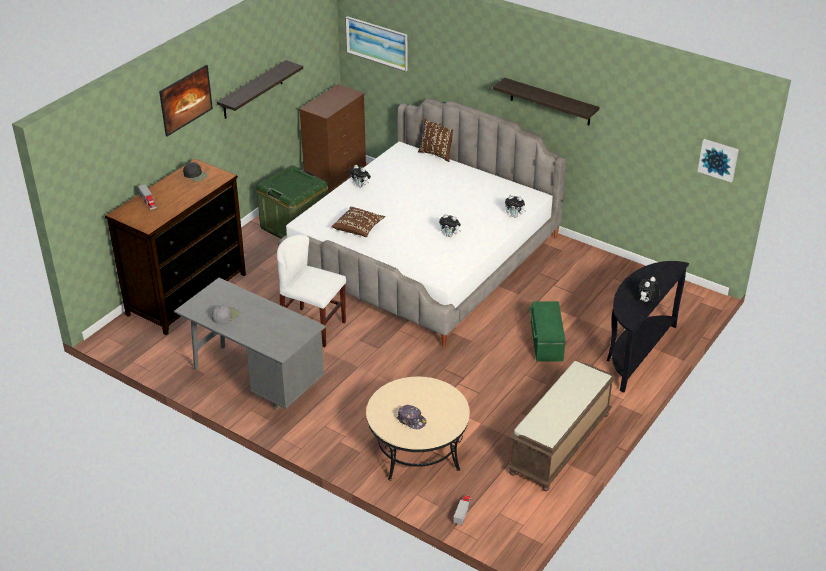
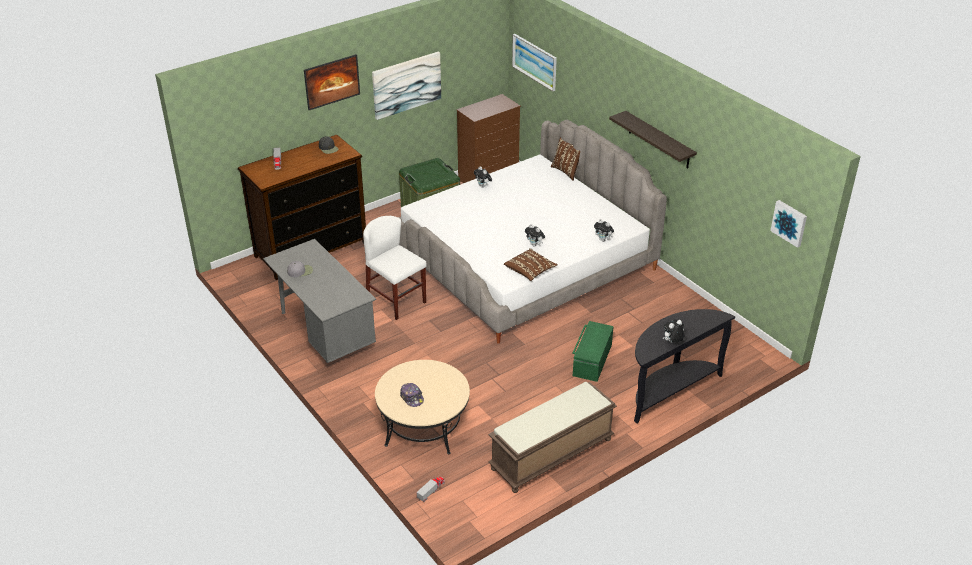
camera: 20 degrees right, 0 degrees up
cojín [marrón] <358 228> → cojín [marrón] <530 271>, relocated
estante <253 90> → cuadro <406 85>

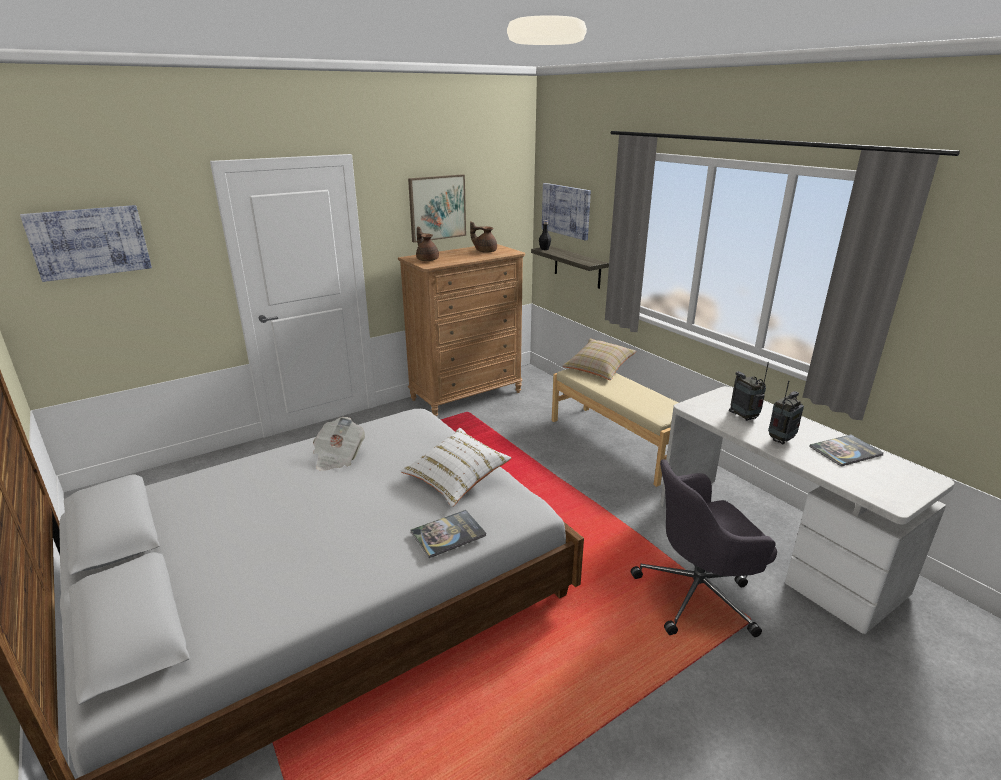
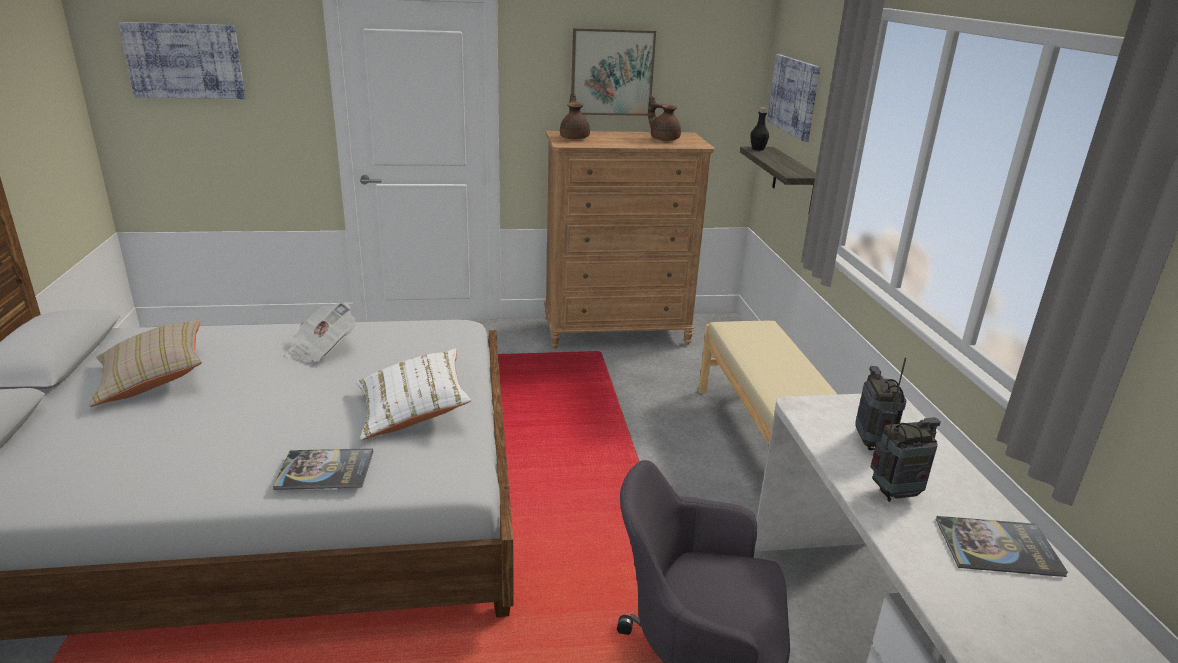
camera: 25 degrees right, 0 degrees up
cojín [beis] <598 369> → cojín [beis] <153 379>, relocated

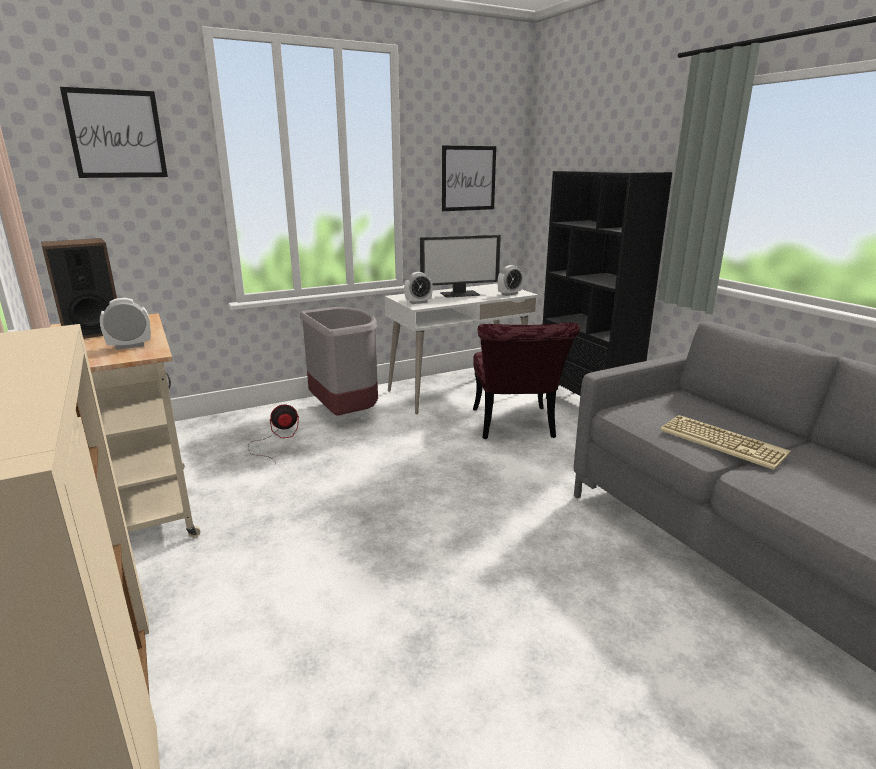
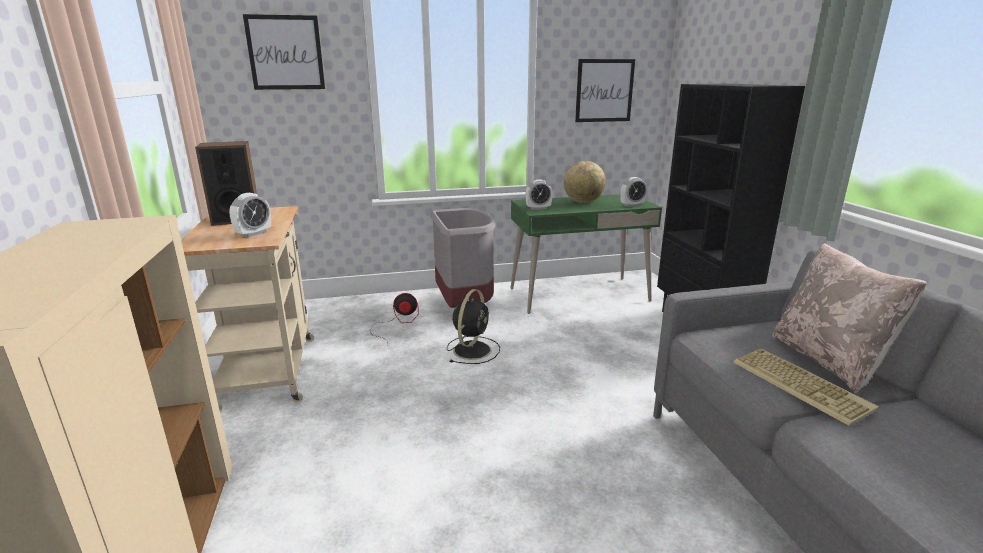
camera: 15 degrees right, 0 degrees up
silla [rojo] <515 427> → -
- → ventilador [negro] <473 349>
- → cojín [beis] <828 361>
monitor <460 294> → globo terráqueo <583 202>
escritorio [blanco] <460 390> → escritorio [verde] <578 295>
despertador <130 346> → despertador <254 233>, 135 degrees clockwise

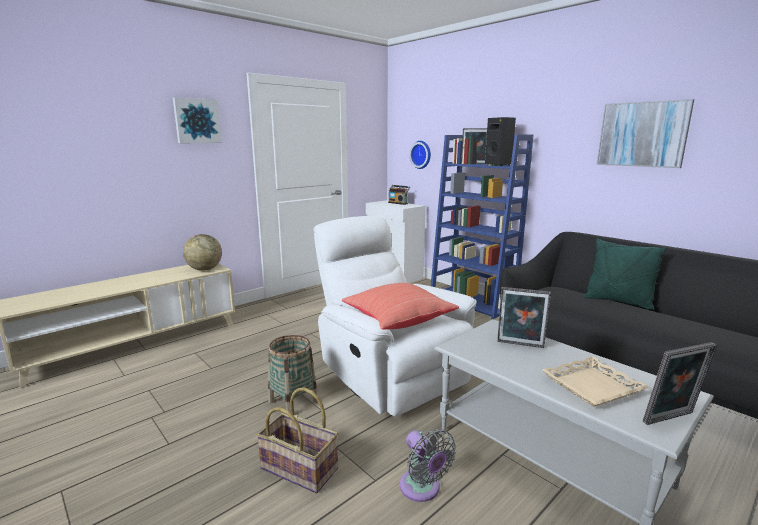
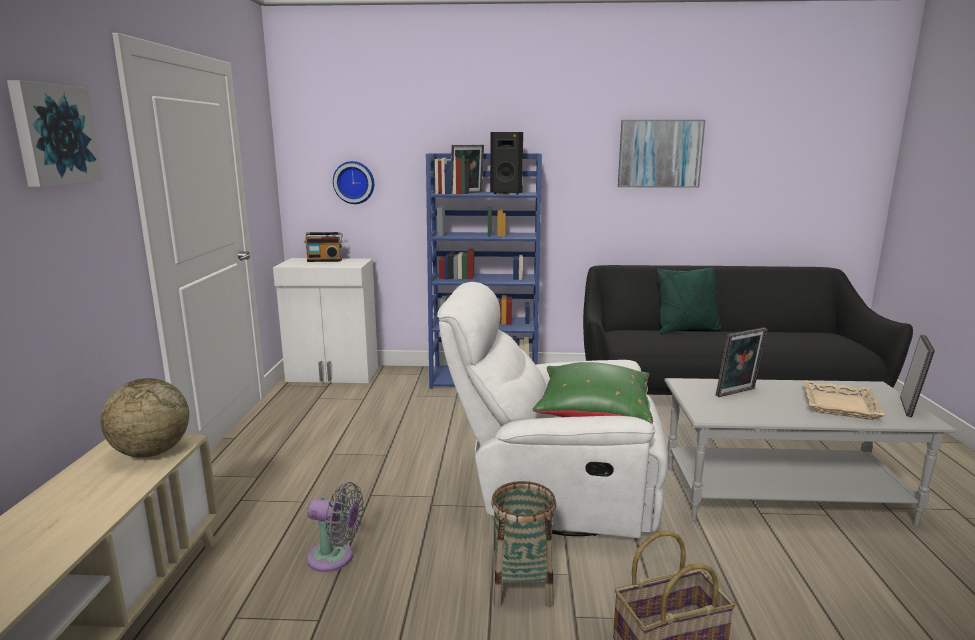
camera: 45 degrees left, 0 degrees up
ventilador [gris] <422 489> → ventilador [gris] <335 558>, relocated
cojín [rojo] <397 320> → cojín [verde] <593 414>

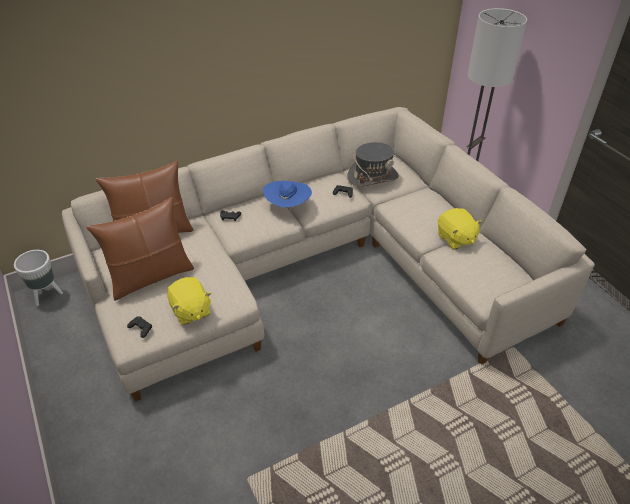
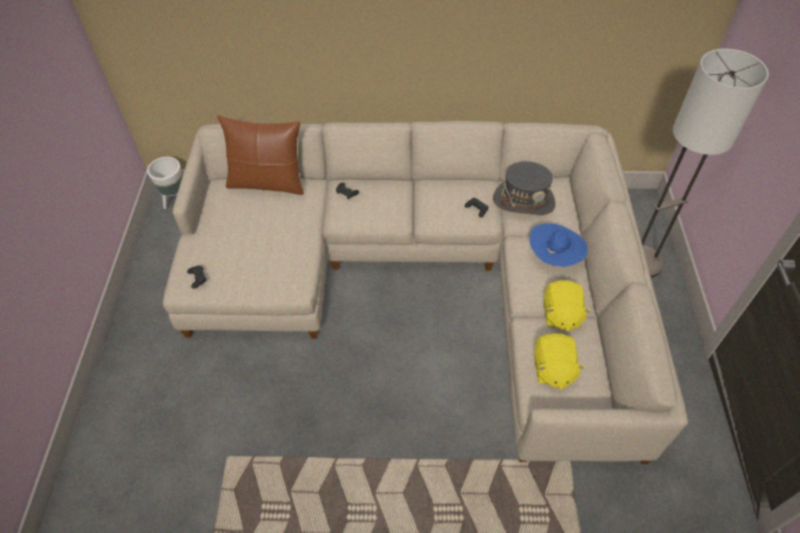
camera: 30 degrees right, 10 degrees up
cojín [marrón] <151 277> → -
peluche [amarillo] <190 311> → peluche [amarillo] <552 369>, relocated
sombrero [azul] <288 207> → sombrero [azul] <554 258>, relocated

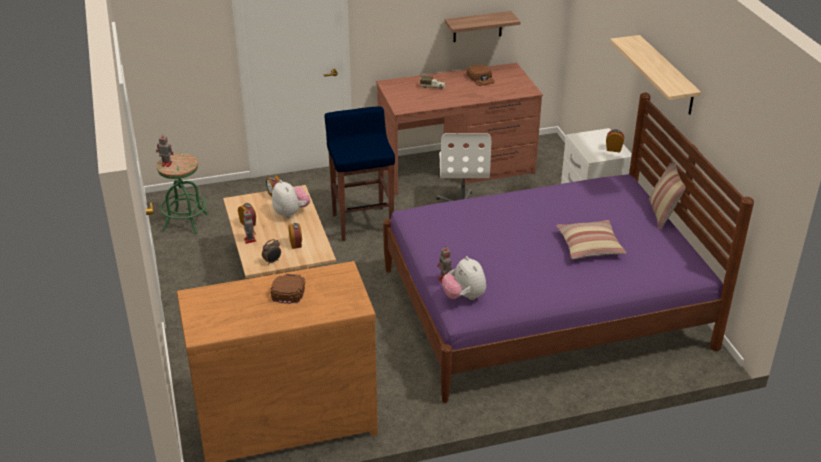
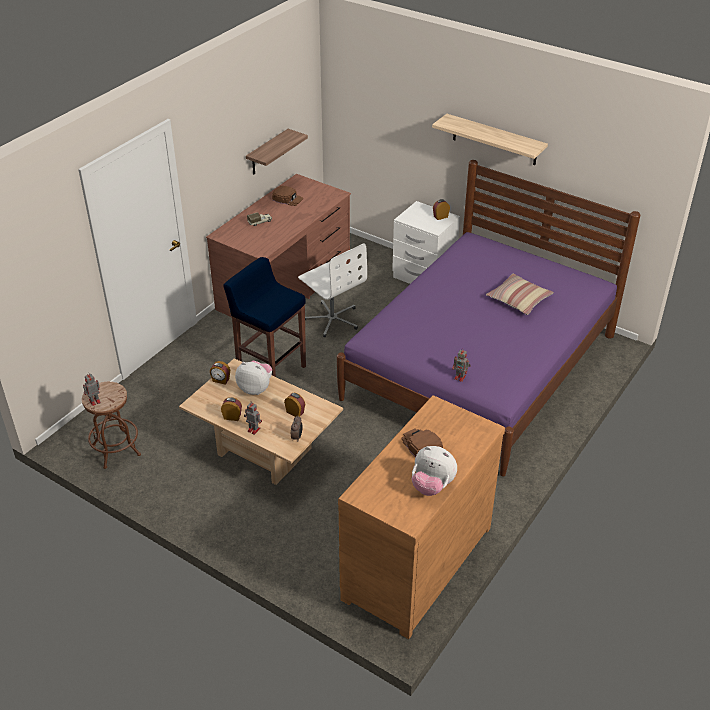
camera: 40 degrees left, 5 degrees up
cojín <662 214> → -
peluche <464 296> → peluche <432 486>, relocated
taburete [verde] <186 222> → taburete [marrón] <116 450>

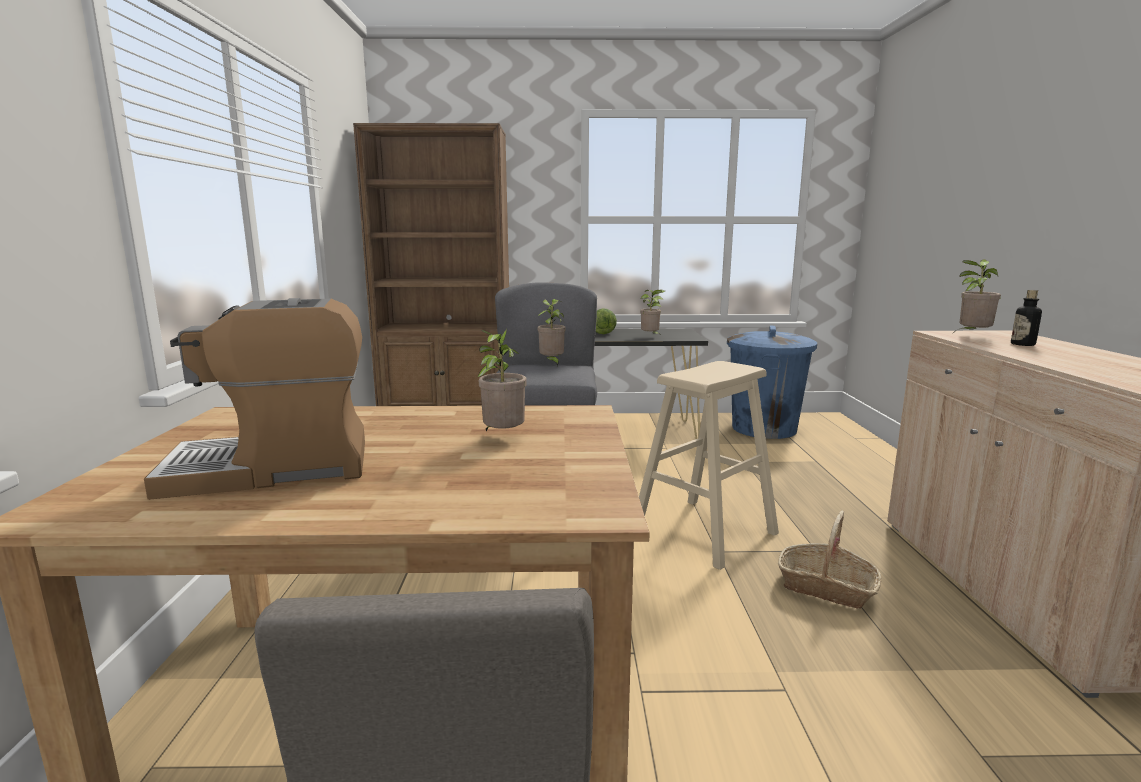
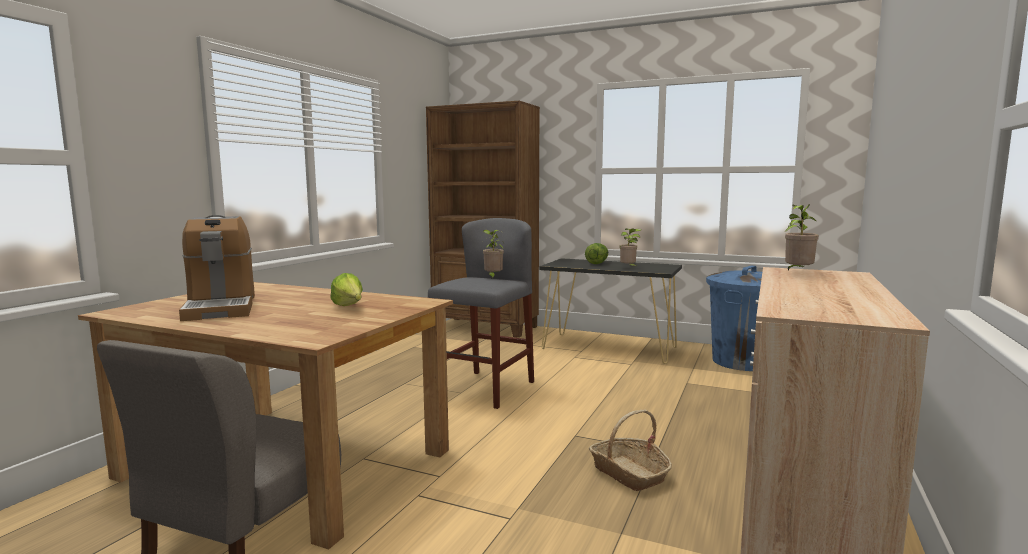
camera: 25 degrees right, 5 degrees down
taburete [beis] <704 531> → -
botella <1022 344> → -
planta en maceta <502 437> → lechuga <349 307>
cafetera <274 468> → cafetera <221 307>, 120 degrees counterclockwise

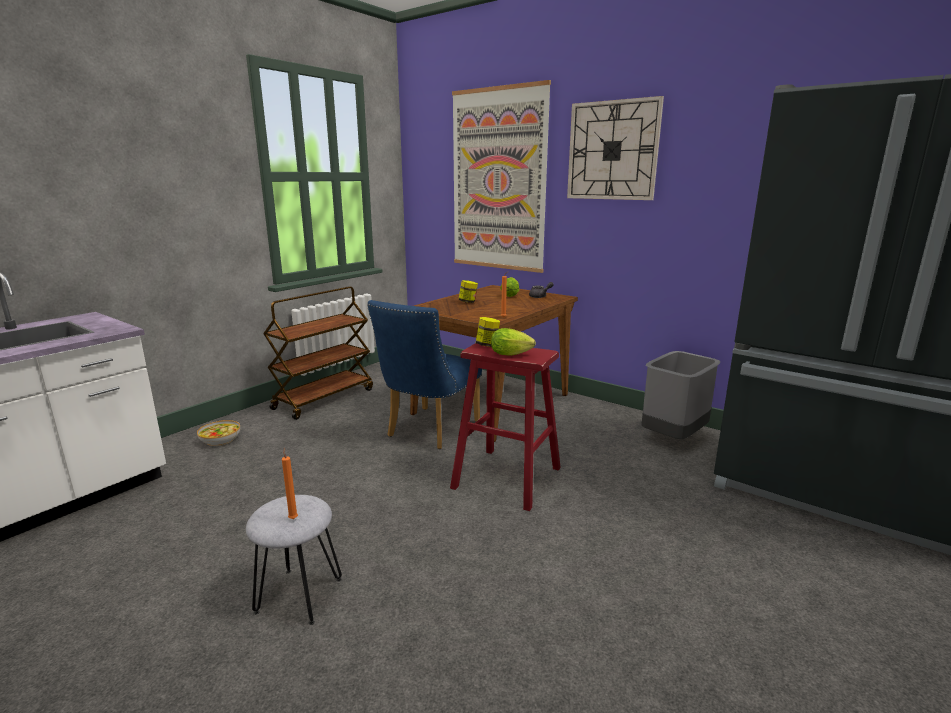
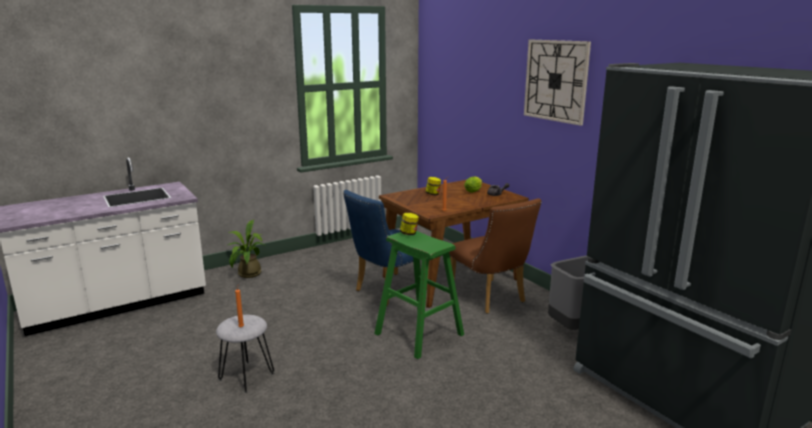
camera: 20 degrees right, 0 degrees up
carrito [marrón] <324 398> → -
cuadro <498 181> → -
lechuga <513 354> → -
- → silla [marrón] <490 299>
cuenco <220 440> → planta en maceta <247 275>
taburete [rojo] <507 477> → taburete [verde] <419 334>

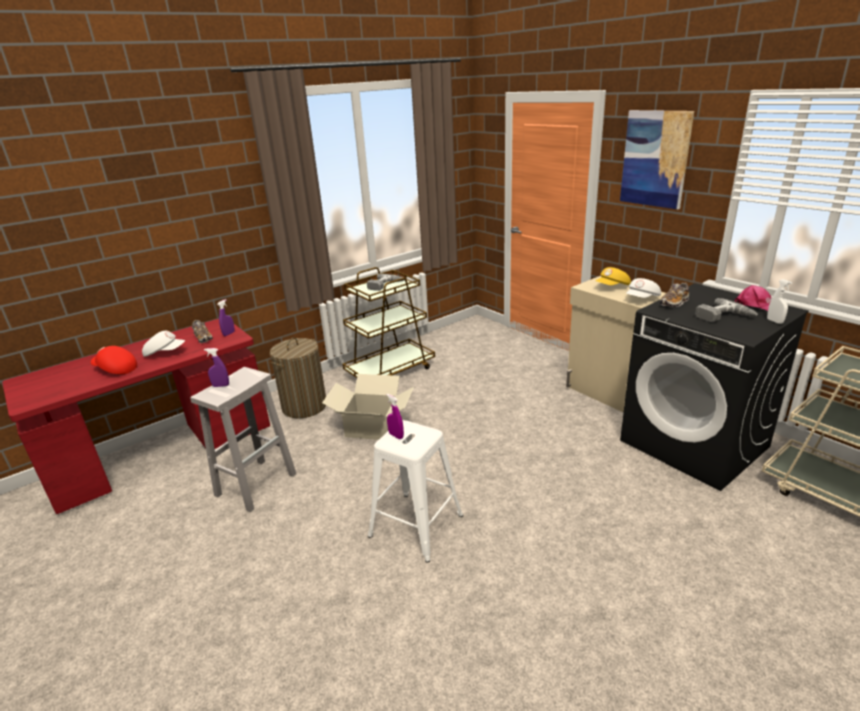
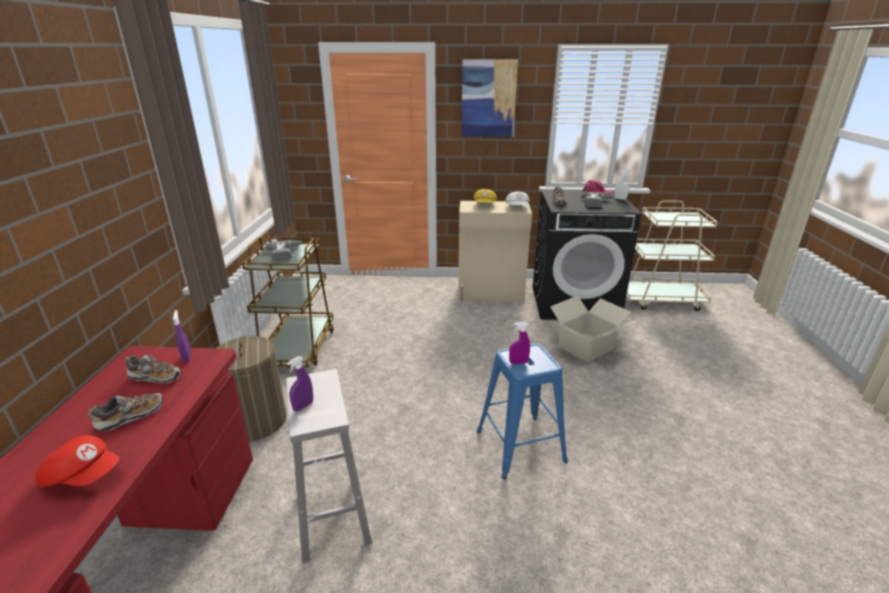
camera: 50 degrees left, 0 degrees up
caja de cartón <372 427> → caja de cartón <586 347>, relocated
gorra [blanco] <165 352> → zapato <130 417>
taburete [blanco] <415 524> → taburete [azul] <519 445>
gorra [rojo] <115 369> → gorra [rojo] <84 475>, 135 degrees counterclockwise

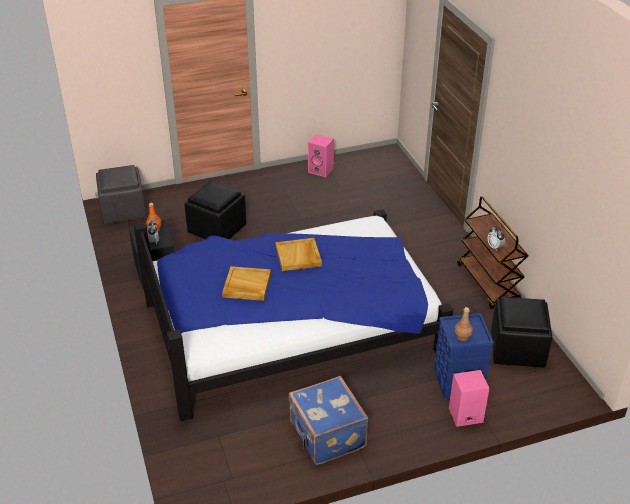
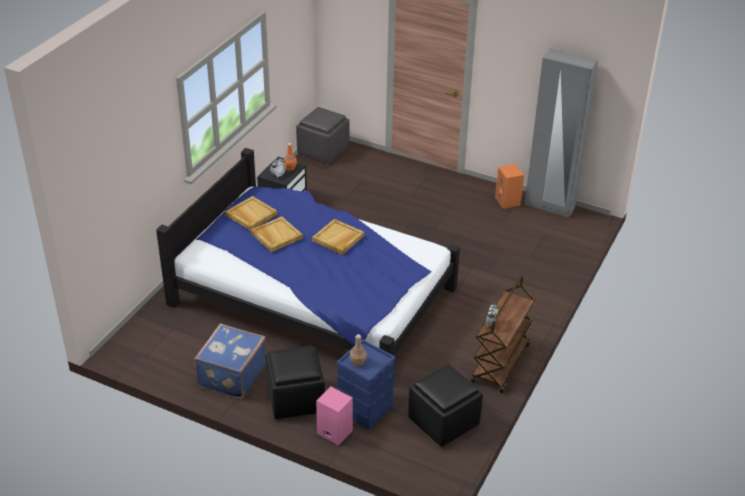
camera: 45 degrees right, 0 degrees up
- → bandeja [beis] <251 215>
- → armario ropero [gris] <549 206>
puf [negro] <216 229> → puf [negro] <295 399>, relocated
altavoz [rosa] <321 170> → altavoz [naranja] <508 201>

